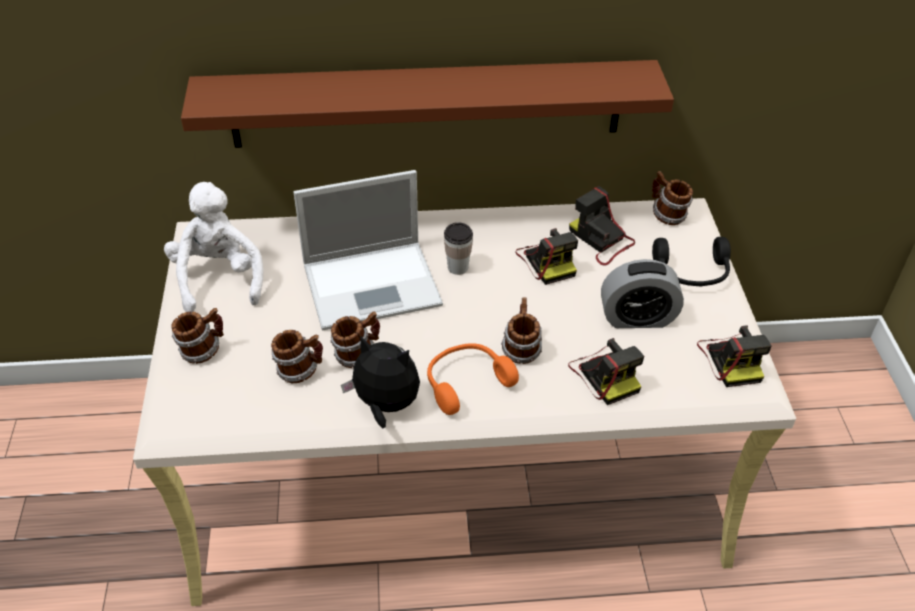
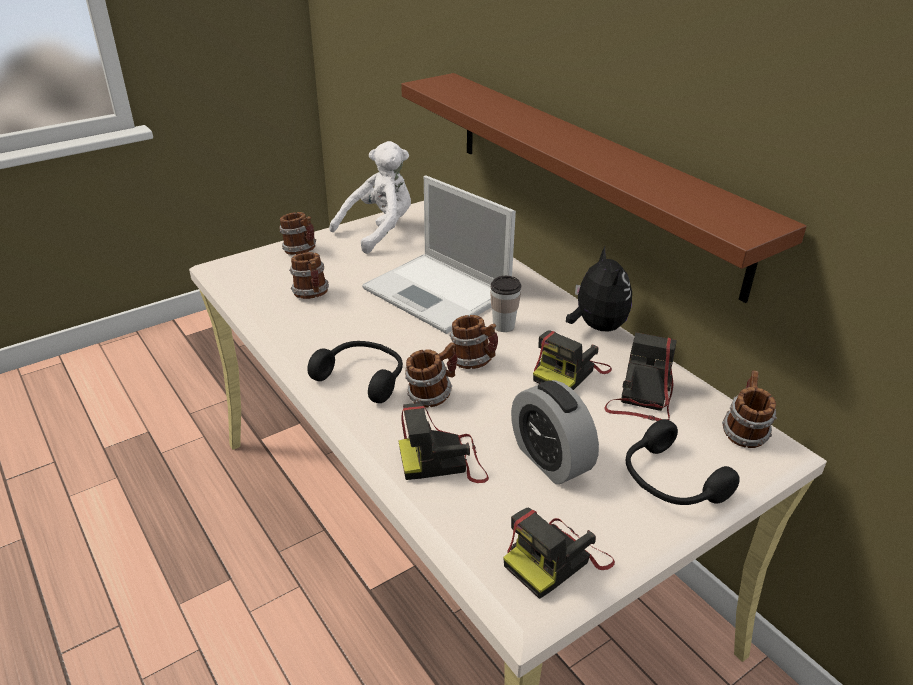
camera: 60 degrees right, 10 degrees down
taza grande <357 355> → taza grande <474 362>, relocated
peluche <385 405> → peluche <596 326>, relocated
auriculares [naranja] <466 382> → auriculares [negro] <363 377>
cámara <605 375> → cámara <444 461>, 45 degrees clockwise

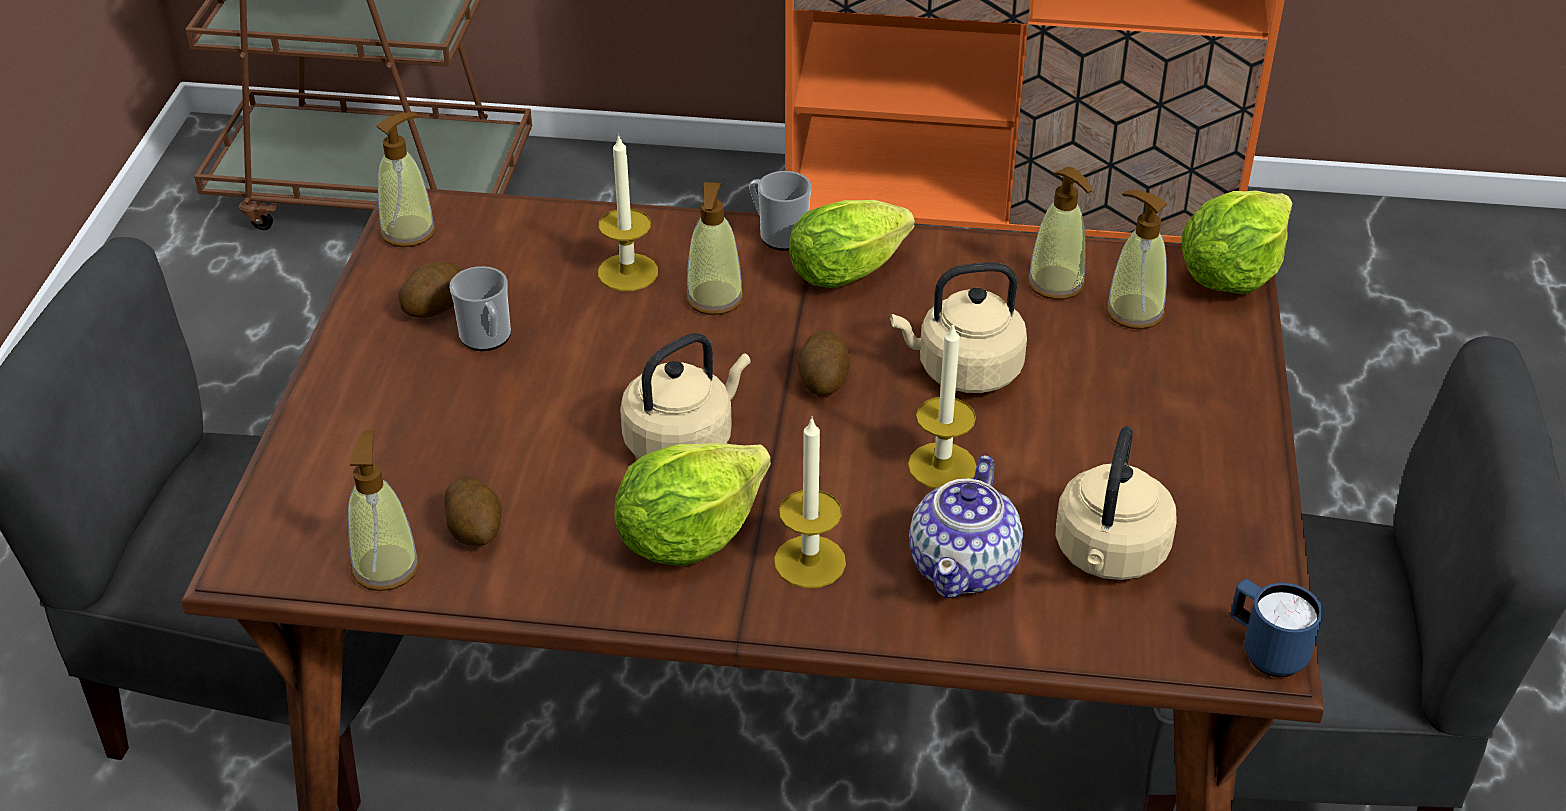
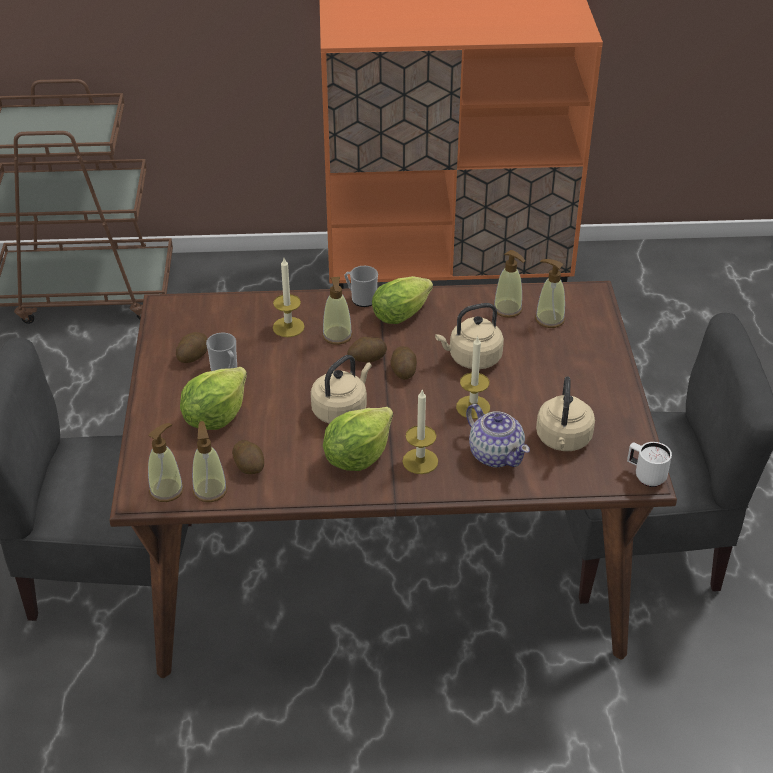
camera: 10 degrees left, 0 degrees up
- → patata <367 359>
dispensador de jabón <408 231> → dispensador de jabón <166 490>, relocated
lechuga <1230 275> → lechuga <215 416>, relocated
taza grande [azul] <1265 652> → taza grande [blanco] <645 476>
tetera <965 566> → tetera <495 454>, 45 degrees counterclockwise

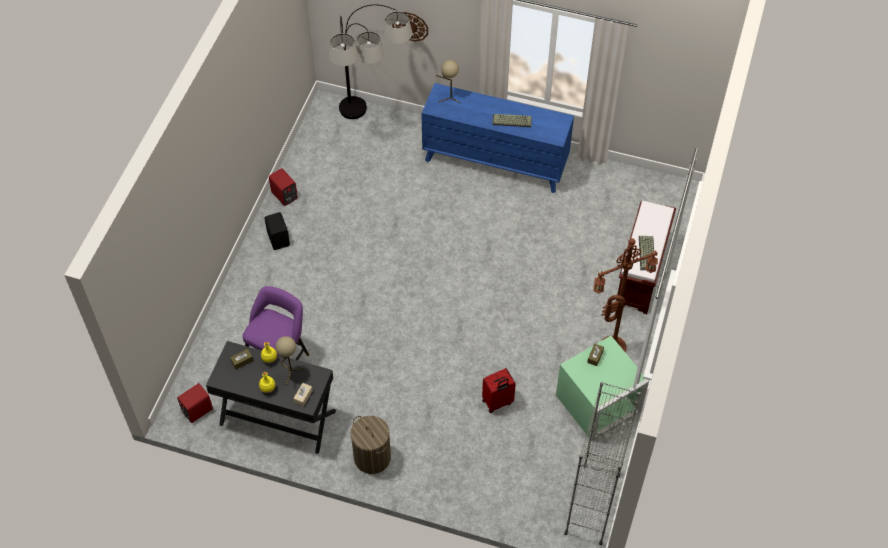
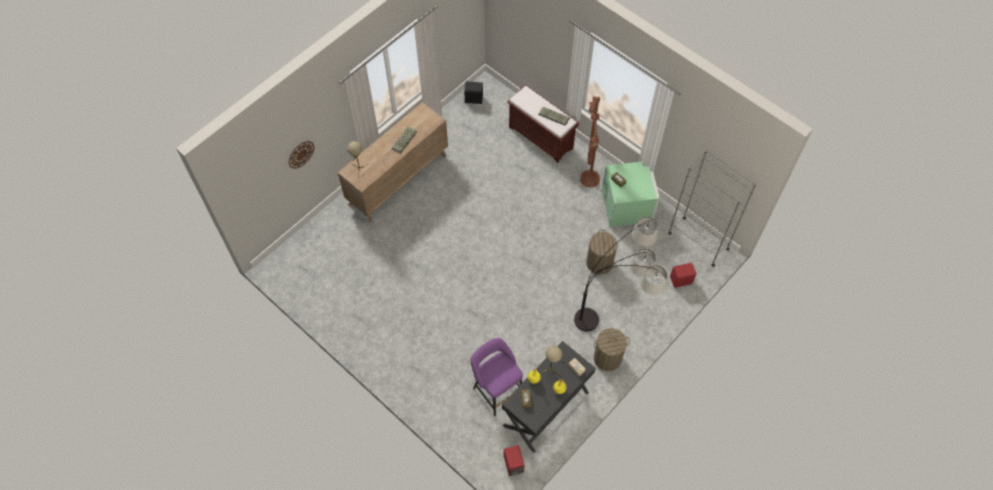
camera: 65 degrees left, 5 degrees up
altavoz [negro] <279 238> → altavoz [negro] <473 98>, relocated
altavoz [rojo] <284 196> → altavoz [rojo] <681 281>, relocated
lámpara de pie <369 131> → lámpara de pie <616 317>, relocated
maleta [rojo] <497 402> → cesto de la ropa <599 263>
cómoda [azul] <495 162> → cómoda [marrón] <398 179>

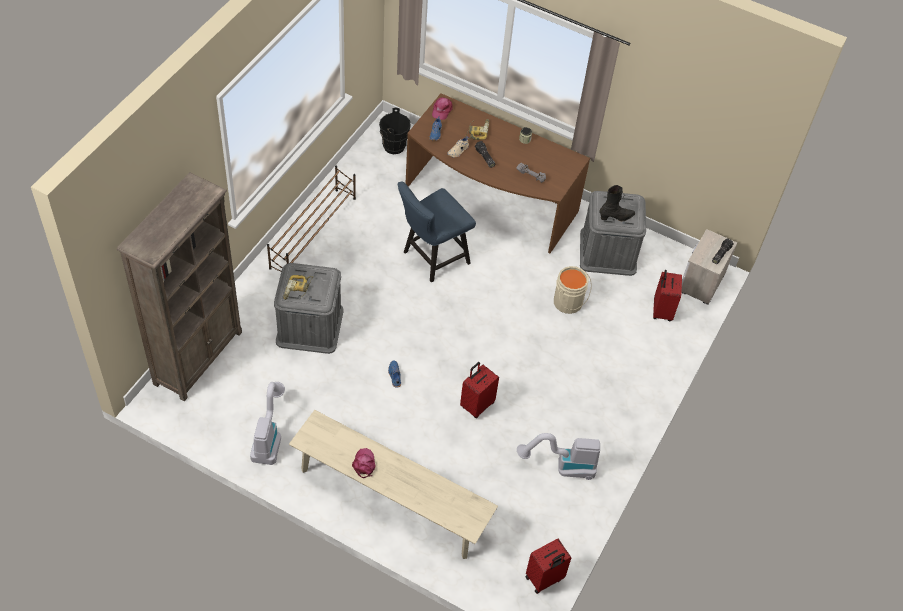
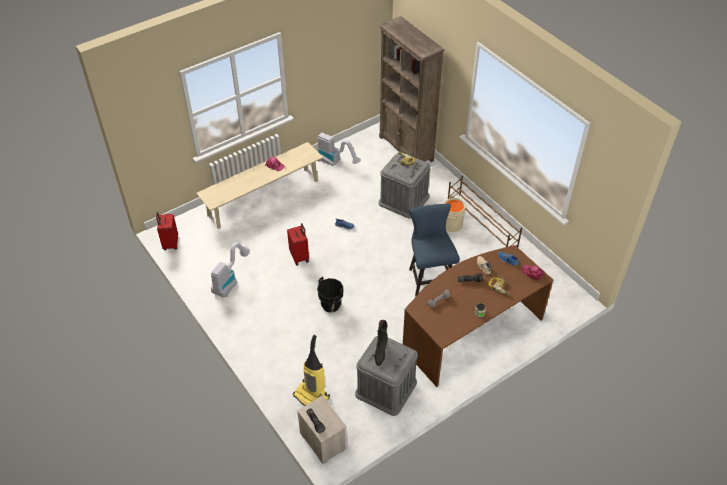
camera: 120 degrees right, 5 degrees down
cubo [negro] <394 146> → cubo [negro] <331 305>, relocated
cubo [beis] <569 303> → cubo [beis] <451 225>, relocated
maleta [rojo] <661 311> → aspiradora <312 396>

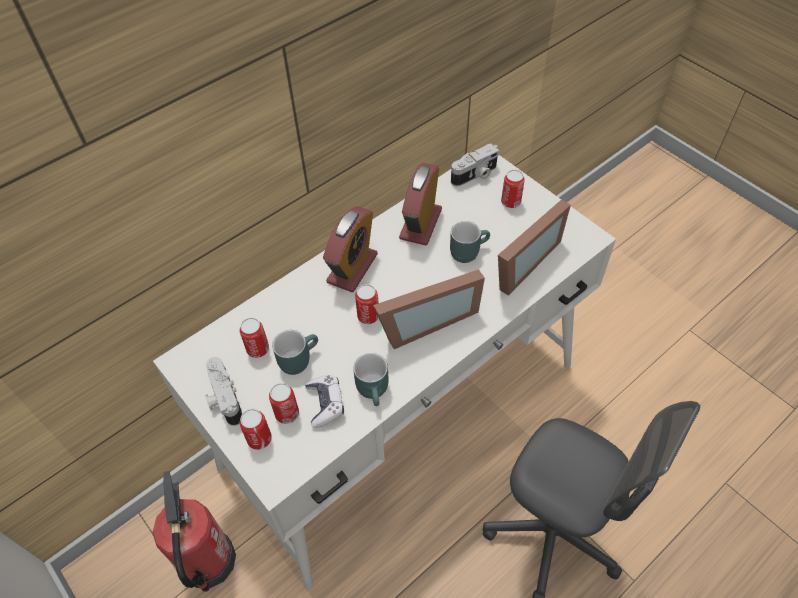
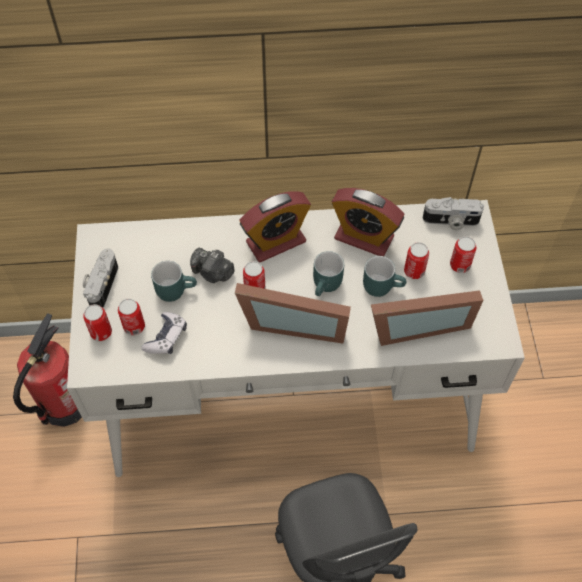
camera: 35 degrees right, 5 degrees up
- → cámara <212 273>
lata <258 349> → lata <414 271>, relocated
taza grande [turquesa] <375 390> → taza grande [turquesa] <327 286>, relocated
despertador <420 224> → despertador <364 237>, 120 degrees counterclockwise

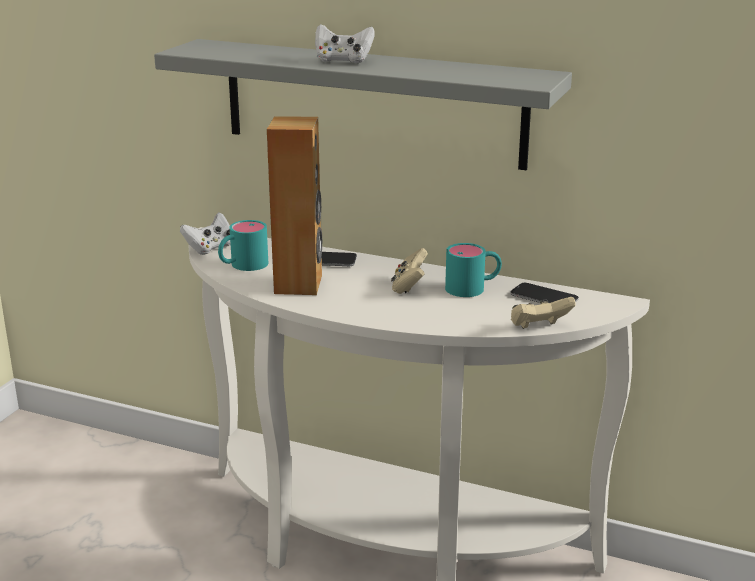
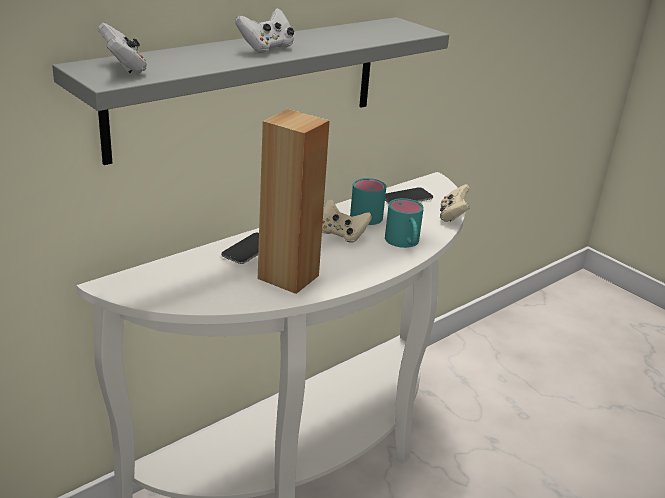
camera: 65 degrees left, 5 degrees up
mando de consola [blanco] <210 248> → mando de consola [blanco] <124 68>, relocated
taza grande [turquesa] <242 266> → taza grande [turquesa] <404 243>, relocated

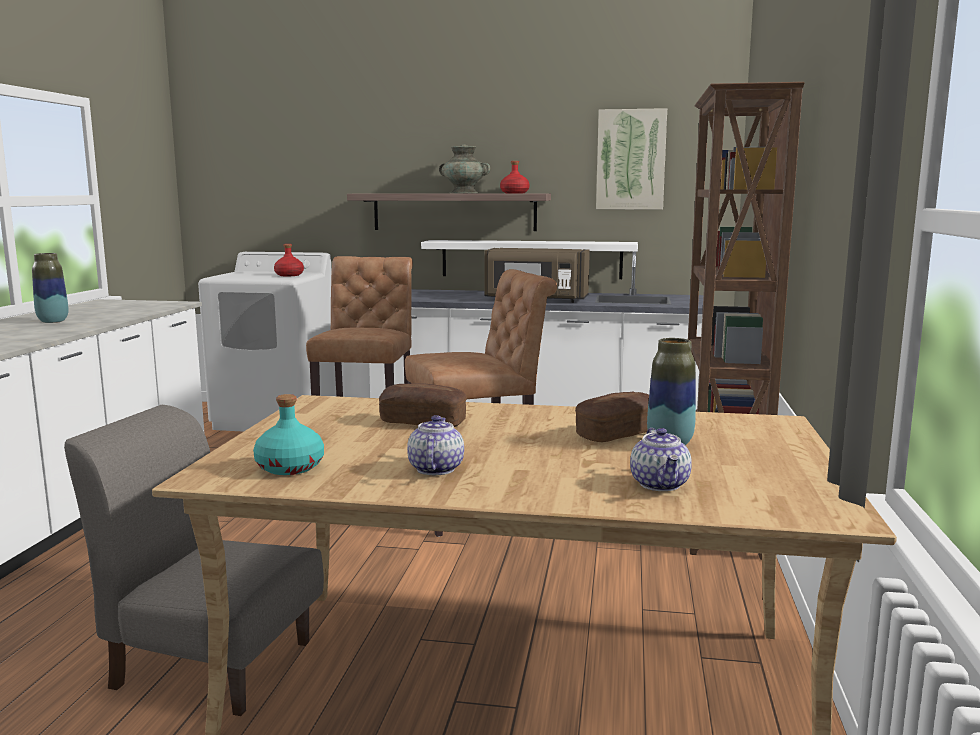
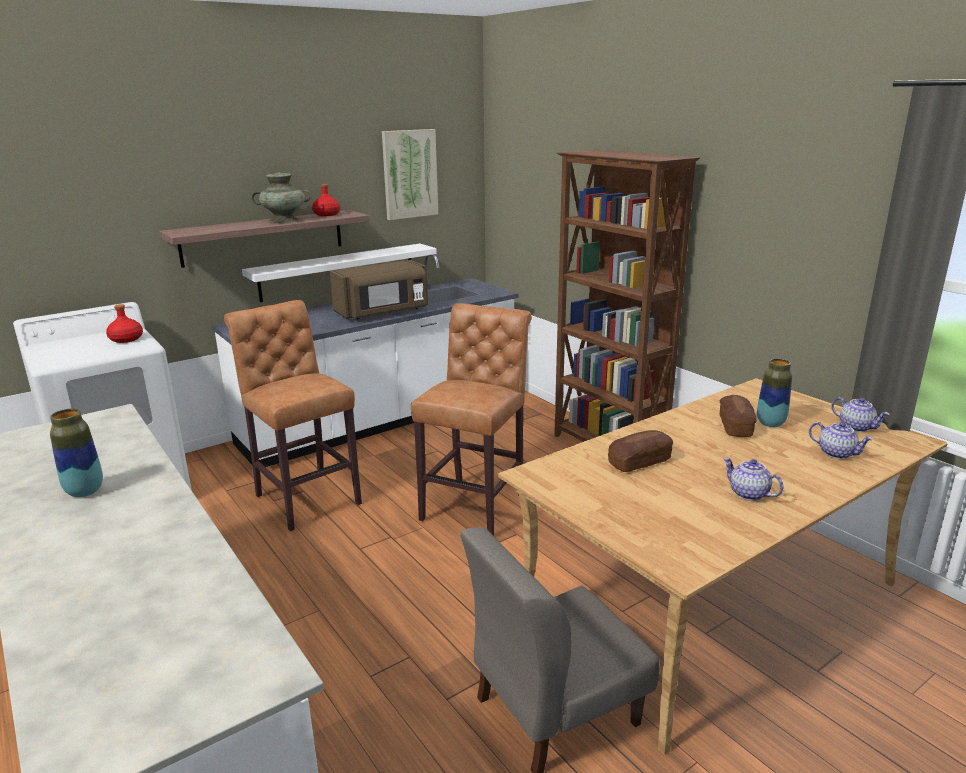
camera: 45 degrees left, 10 degrees up
botella [turquesa] <290 467> → -
- → tetera <856 427>

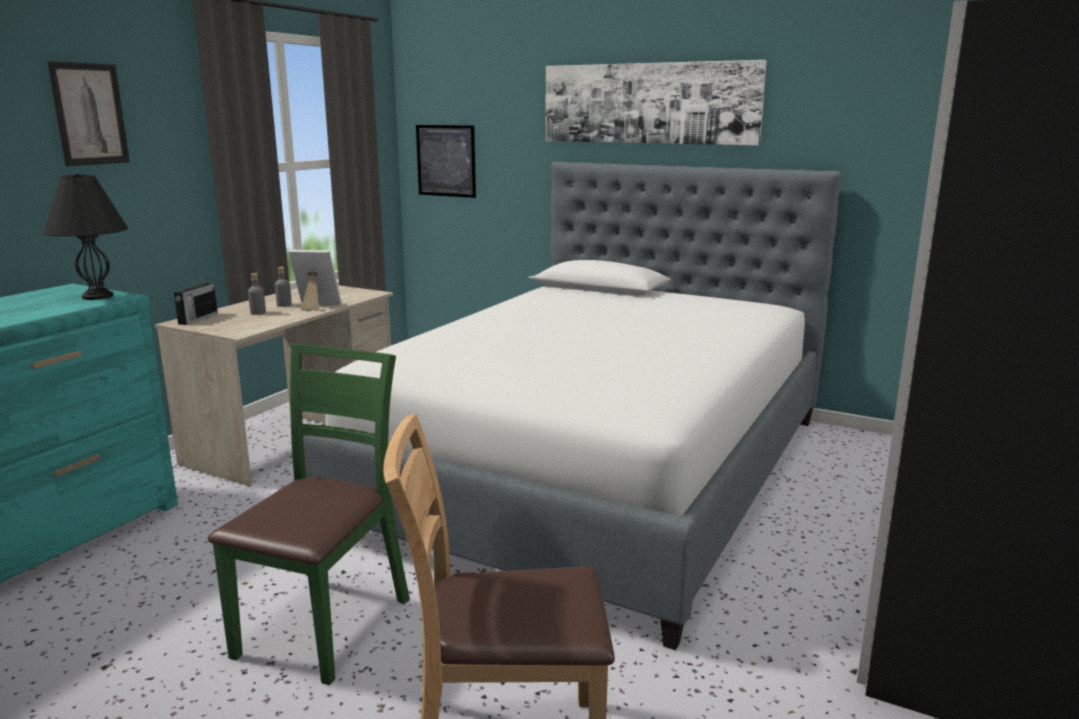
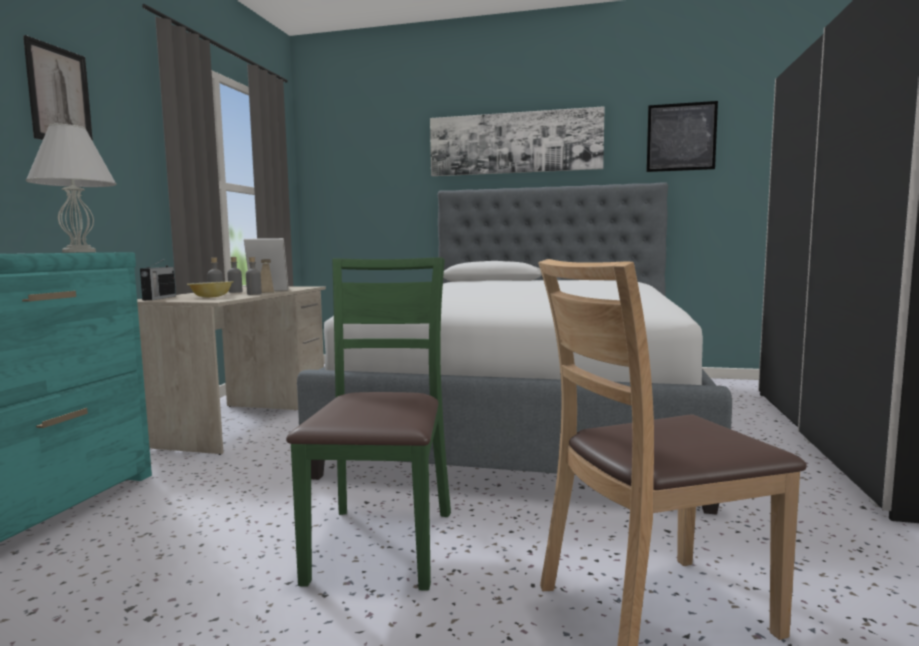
camera: 15 degrees left, 10 degrees down
- → cuenco <211 297>
- → botella [gris] <254 294>
cuadro <446 161> → cuadro <681 137>, relocated
lámpara de mesa [negro] <98 296> → lámpara de mesa [blanco] <80 252>

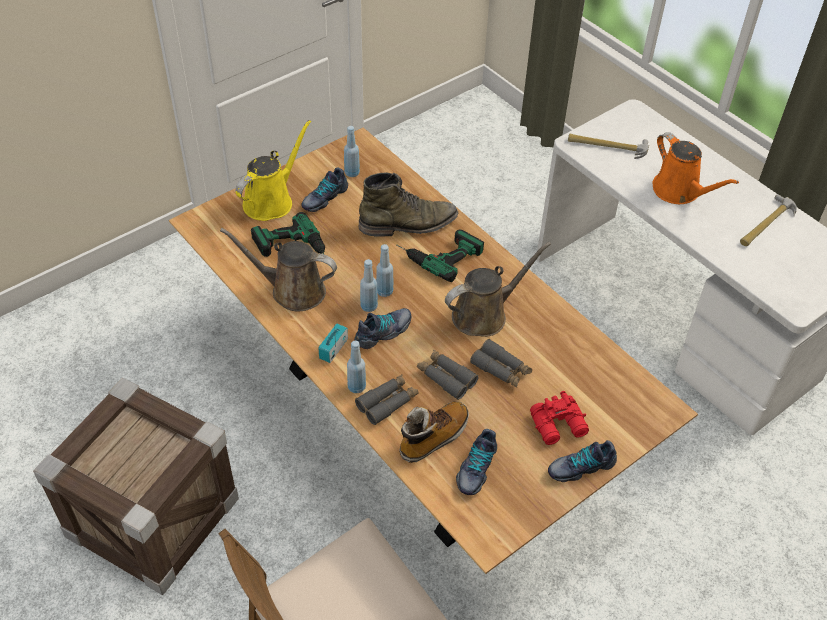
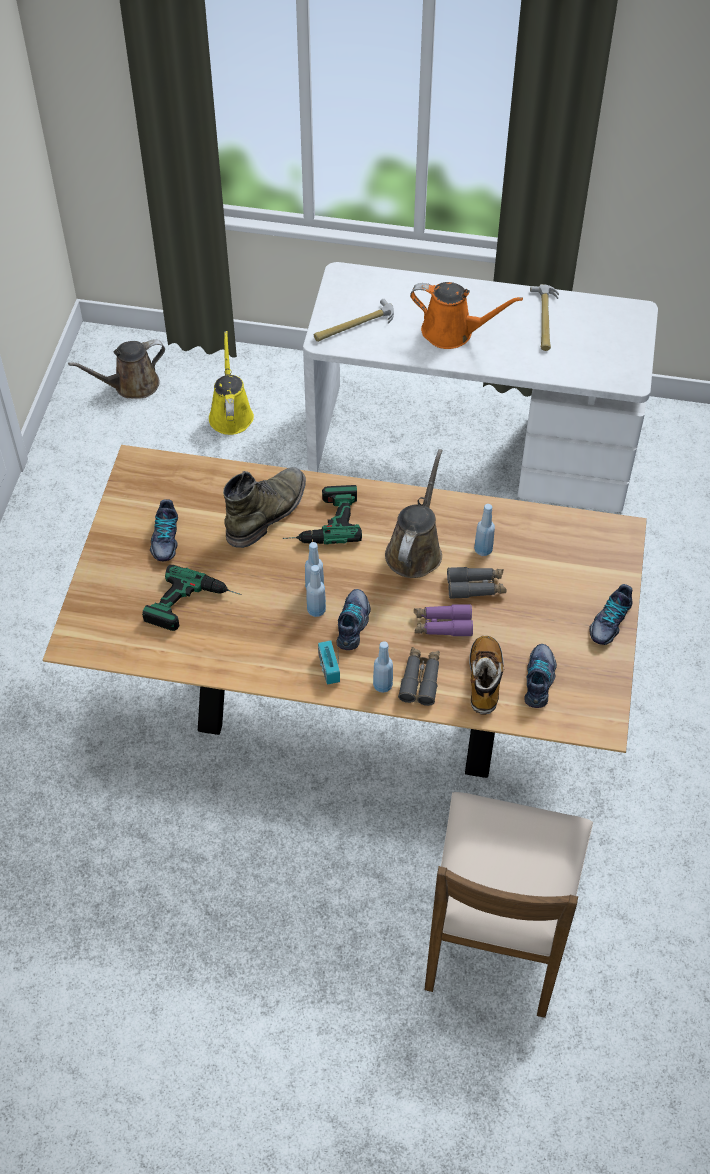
camera: 40 degrees left, 5 degrees up
caja de embalaje <153 517> → -
prismáticos [rojo] <559 425> → -
regadera [marrón] <292 290> → regadera [marrón] <132 385>, relocated
regadera [amarillo] <271 201> → regadera [amarillo] <230 414>, relocated
botella [azul] <352 173> → botella [azul] <483 550>, relocated
prismáticos [gris] <446 377> → prismáticos [morado] <442 625>
zapato <476 468> → zapato <539 680>, 150 degrees counterclockwise

